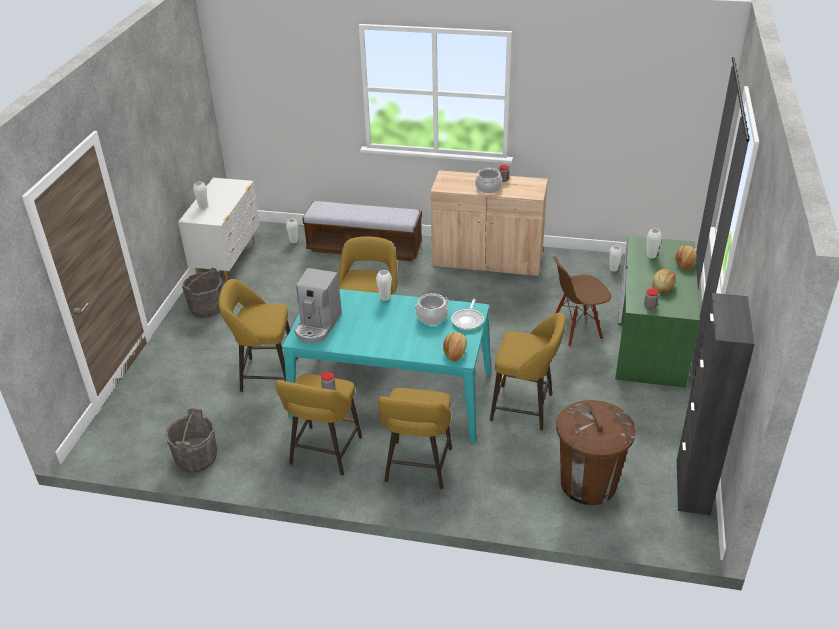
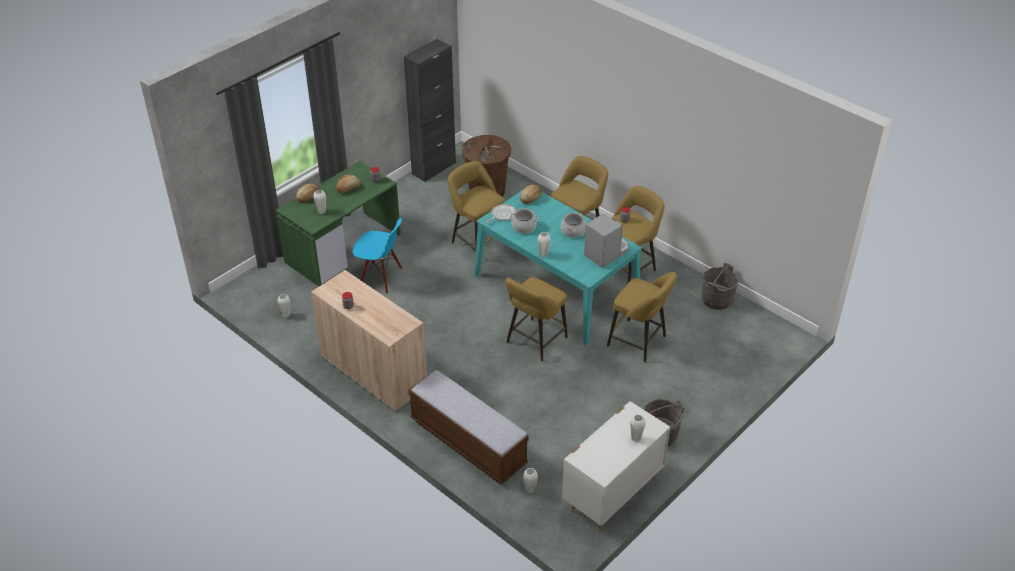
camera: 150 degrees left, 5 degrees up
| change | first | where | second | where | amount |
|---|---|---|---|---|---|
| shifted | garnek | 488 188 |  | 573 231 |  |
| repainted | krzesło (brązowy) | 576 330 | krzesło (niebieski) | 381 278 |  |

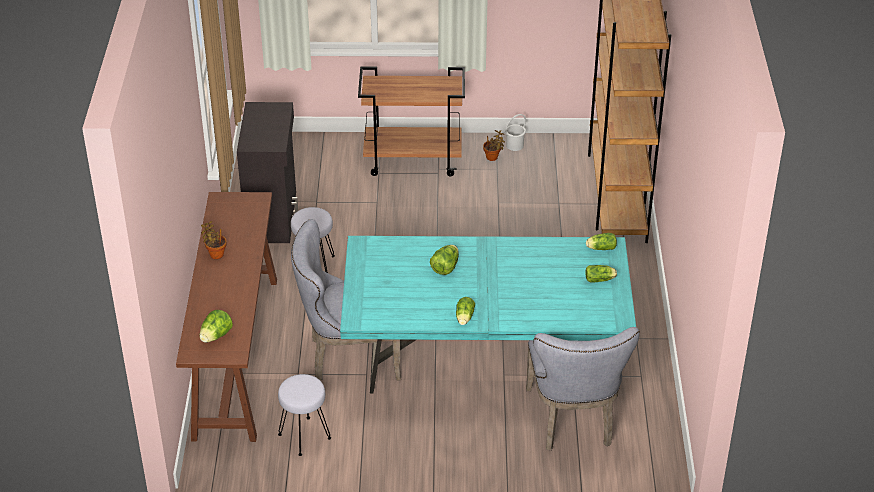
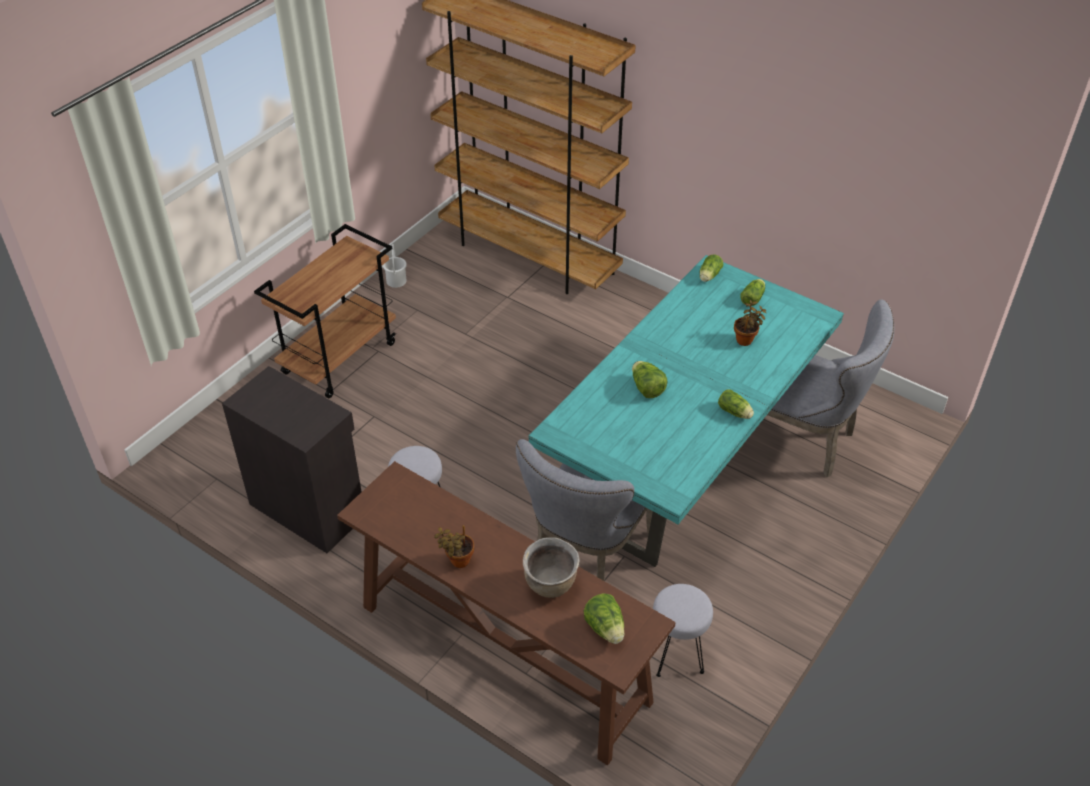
camera: 55 degrees left, 5 degrees up
| change | first | where | second | where | amount |
|---|---|---|---|---|---|
| shifted | roślina doniczkowa | 493 158 |  | 745 340 |  |
| new |  |  | garnek (brązowy) | 551 584 |  |

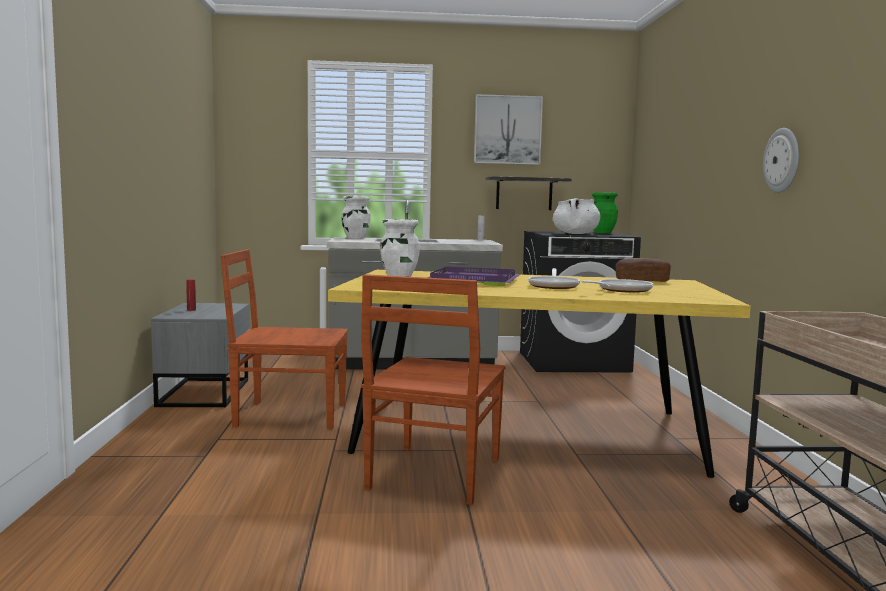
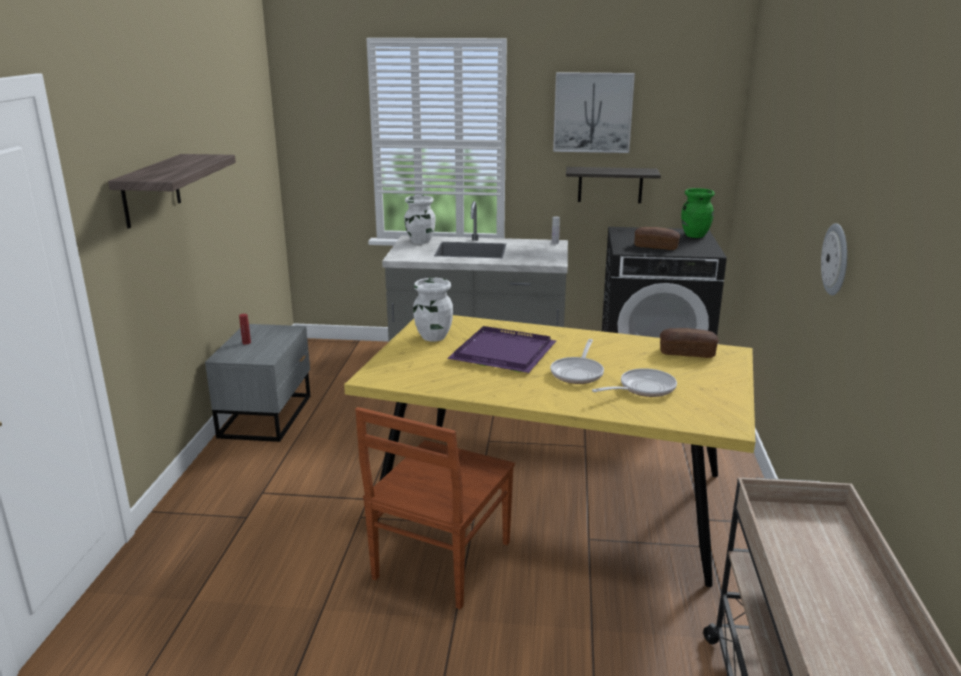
camera: 10 degrees right, 15 degrees up
| change | first | where | second | where | amount |
|---|---|---|---|---|---|
| gone | krzesło (brązowy) | 288 415 |  |  |  |
| swapped | garnek (biały) | 575 234 | chleb | 656 247 |  |
| new |  |  | półka | 151 190 |  |

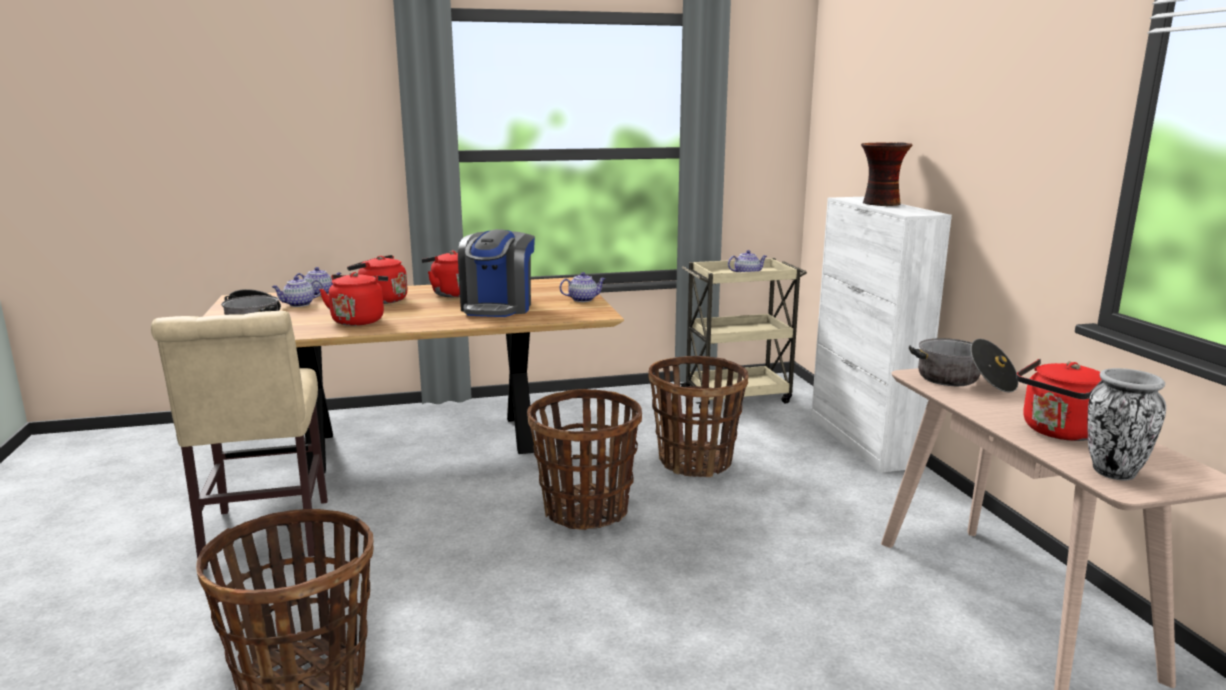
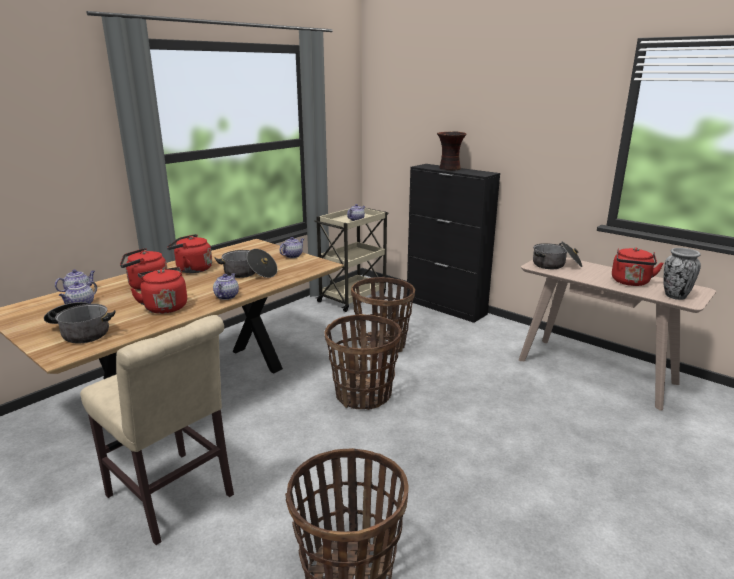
camera: 35 degrees left, 5 degrees up
| change | first | where | second | where | amount |
|---|---|---|---|---|---|
| swapped | ekspres do kawy | 498 308 | garnek | 249 273 |  |
| repainted | szafka (biały) | 862 441 | szafka (czarny) | 446 307 |  |
| new |  |  | imbryk | 226 296 |  |

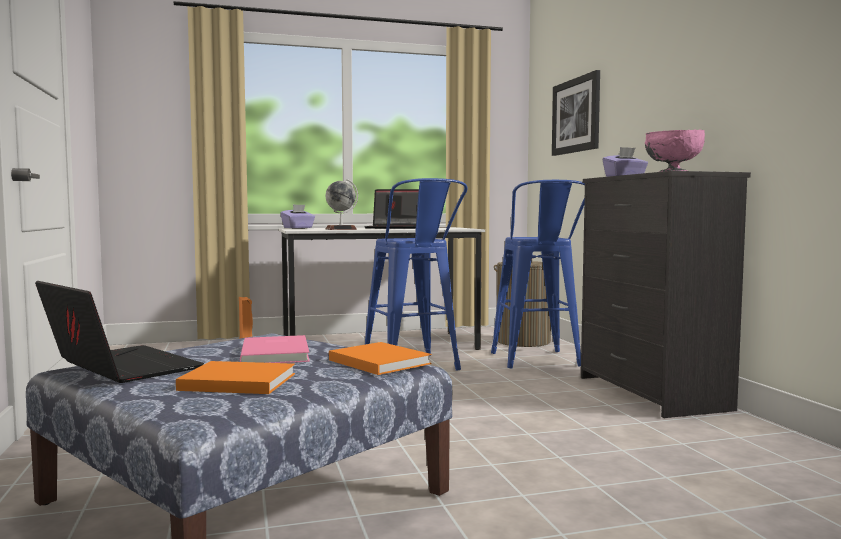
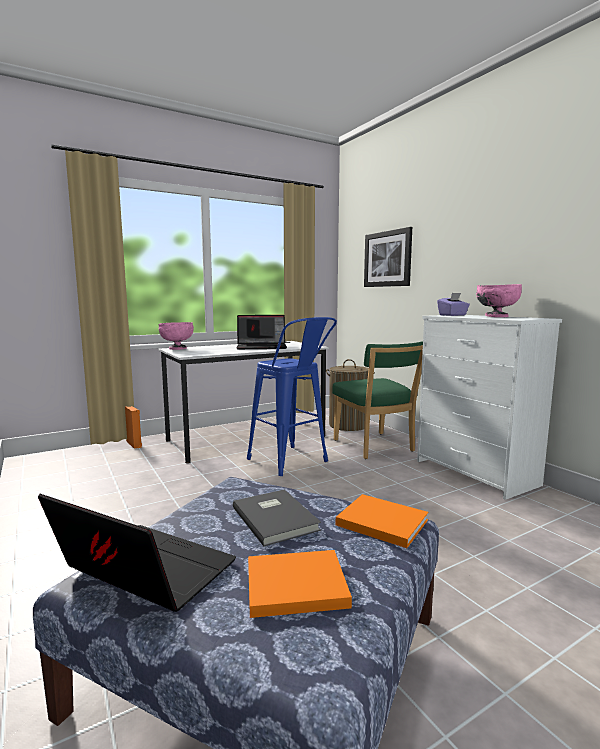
camera: 15 degrees left, 5 degrees up
| change | first | where | second | where | amount |
|---|---|---|---|---|---|
| repainted | książka (różowy) | 277 353 | książka (szary) | 276 517 |  |
| swapped | pudełko chusteczek (fioletowy) | 298 228 | miska (różowy) | 177 348 |  |
| gone | globus | 341 229 |  |  |  |
| swapped | stołek (niebieski) | 537 362 | krzesło (zielony) | 375 447 |  |
| repainted | komoda (czarny) | 651 393 | komoda (biały) | 476 473 |  |

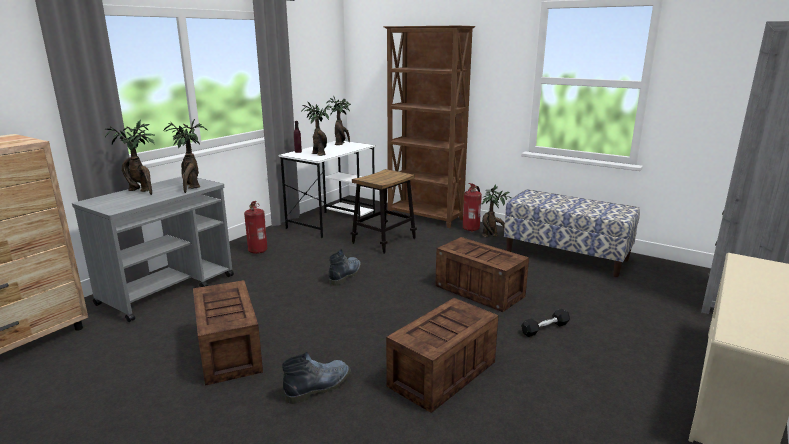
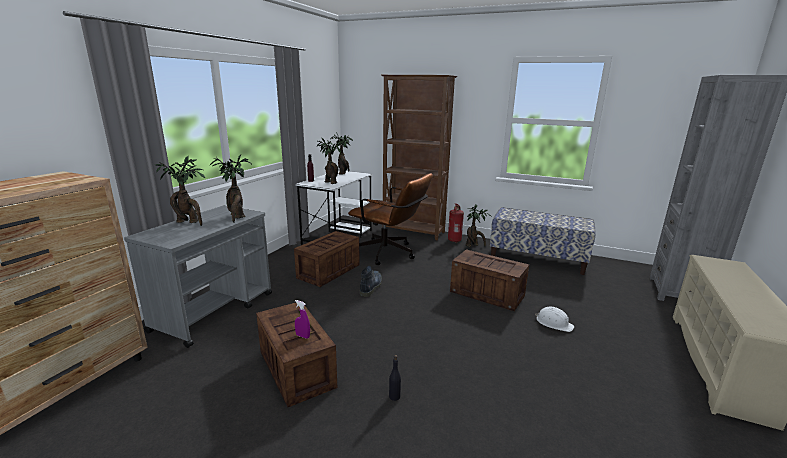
camera: 10 degrees left, 0 degrees up
| change | first | where | second | where | amount |
|---|---|---|---|---|---|
| gone | gaśnica | 258 251 |  |  |  |
| swapped | but z cholewką | 319 386 | butelka (czarny) | 394 396 |  |
| swapped | stołek | 384 241 | krzesło biurowe (brązowy) | 389 254 |  |
| shifted | skrzynka | 441 374 |  | 328 271 |  |
| swapped | hantel (czarny) | 545 328 | kask (biały) | 554 323 |  |
| new |  |  | spryskiwacz (fioletowy) | 303 336 |  |

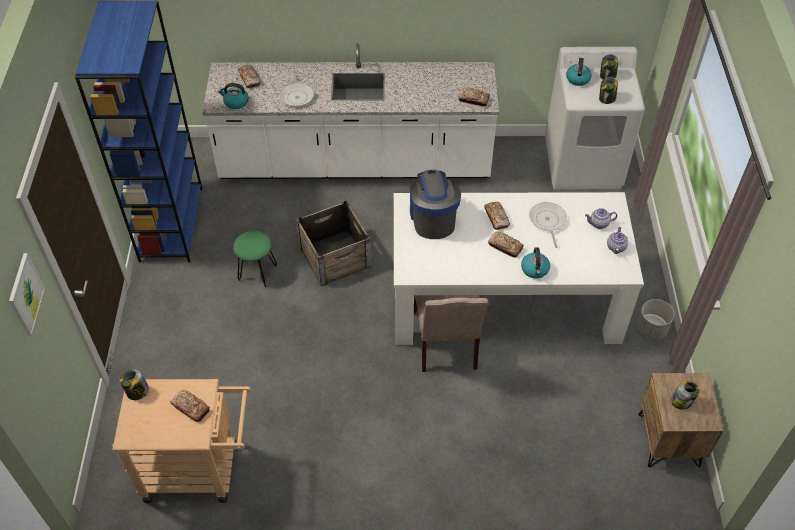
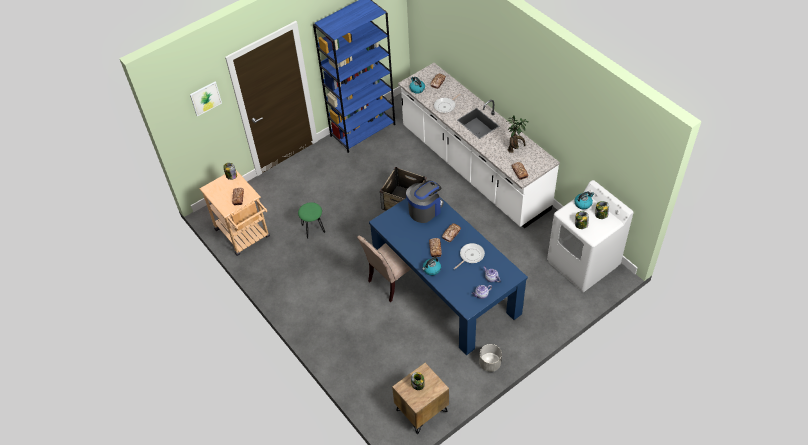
camera: 55 degrees right, 0 degrees up
| change | first | where | second | where | amount |
|---|---|---|---|---|---|
| shifted | stołek (zielony) | 257 273 |  | 313 229 |  |
| repainted | stół jadalny (biały) | 504 299 | stół jadalny (niebieski) | 446 286 |  |
| new |  |  | roślina doniczkowa | 514 148 |  |

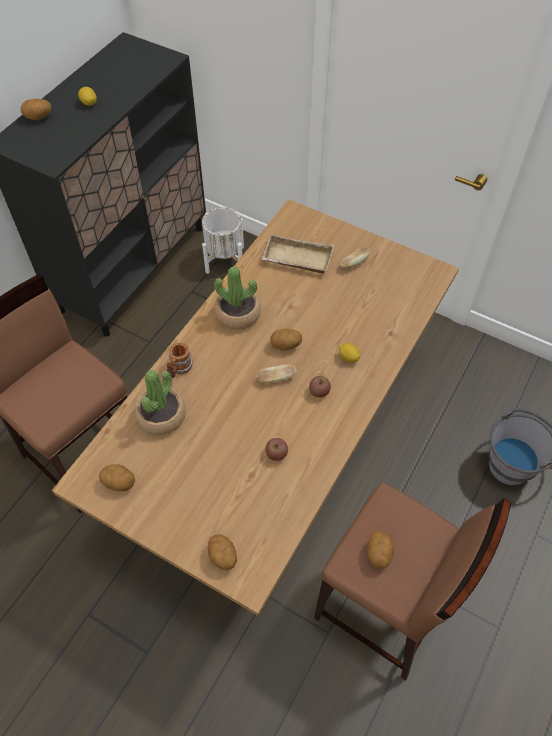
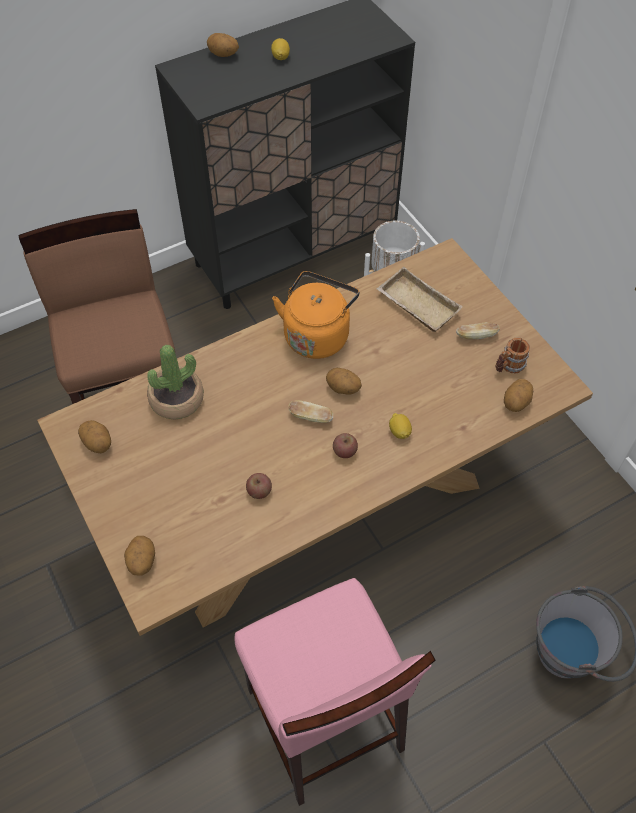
camera: 30 degrees right, 0 degrees up
| change | first | where | second | where | amount |
|---|---|---|---|---|---|
| shifted | kubek | 179 369 |  | 508 366 |  |
| swapped | roślina doniczkowa | 238 313 | czajnik (pomarańczowy) | 317 334 |  |
| repainted | stołek (brązowy) | 384 608 | stołek (różowy) | 324 721 |  |
| shifted | ziemniak | 379 554 |  | 516 403 |  |

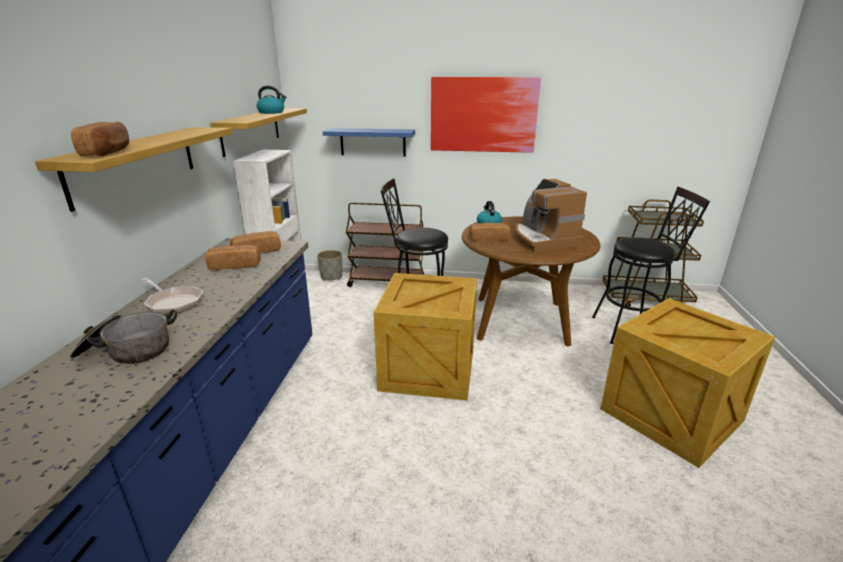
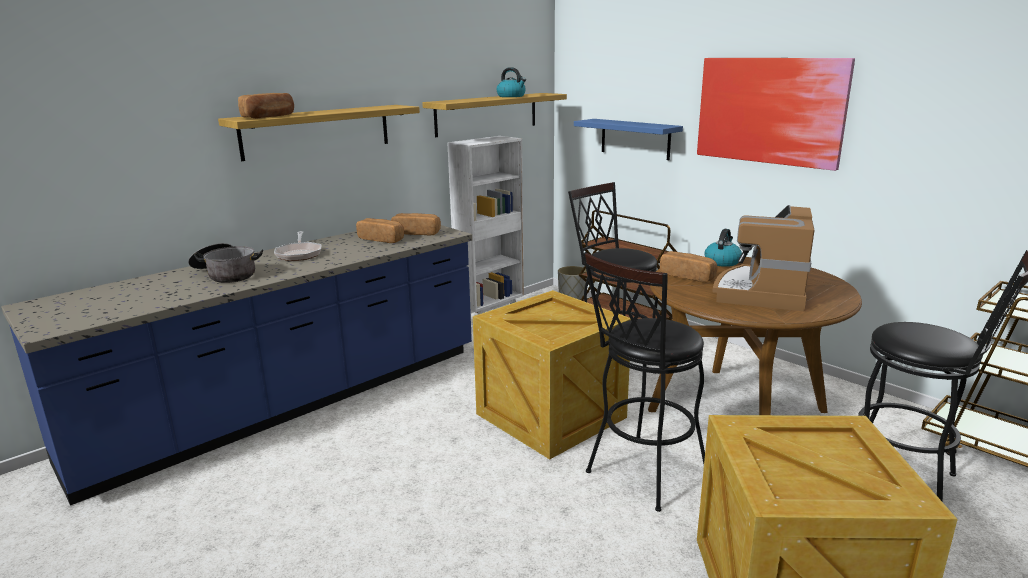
camera: 40 degrees right, 5 degrees down
| change | first | where | second | where | amount |
|---|---|---|---|---|---|
| new |  |  | stołek (czarny) | 640 475 |  |

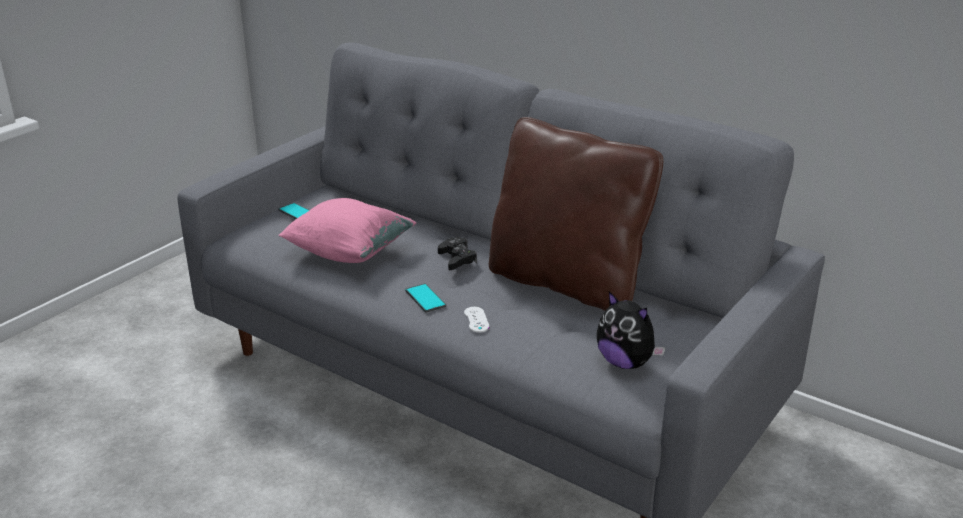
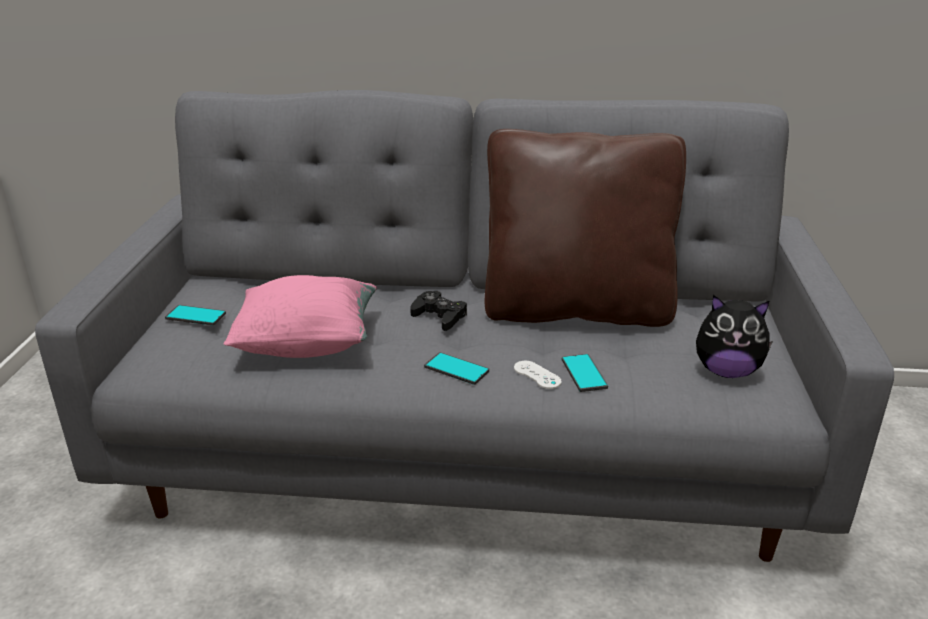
camera: 30 degrees left, 0 degrees up
| change | first | where | second | where | amount |
|---|---|---|---|---|---|
| new |  |  | telefon | 584 373 |  |

